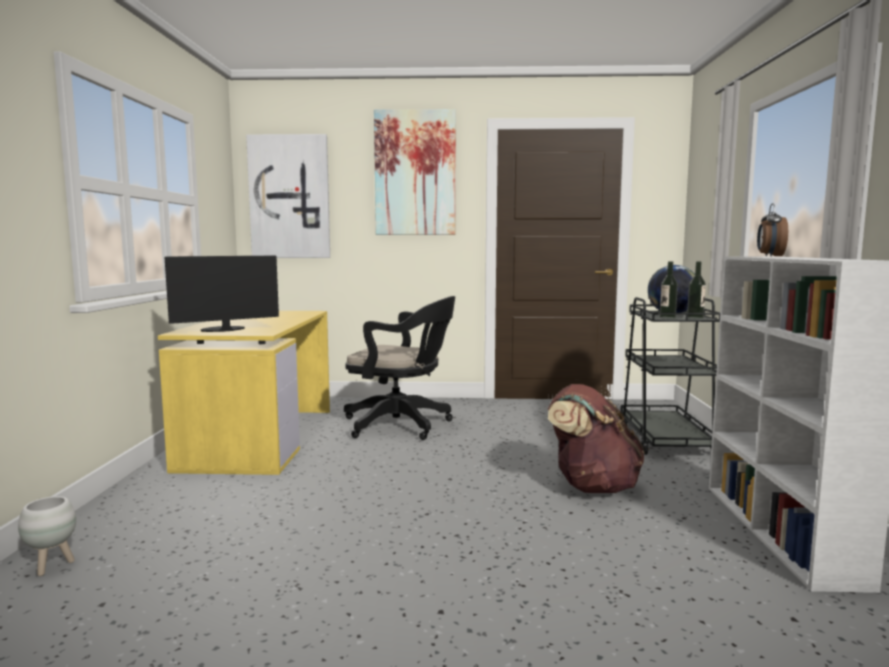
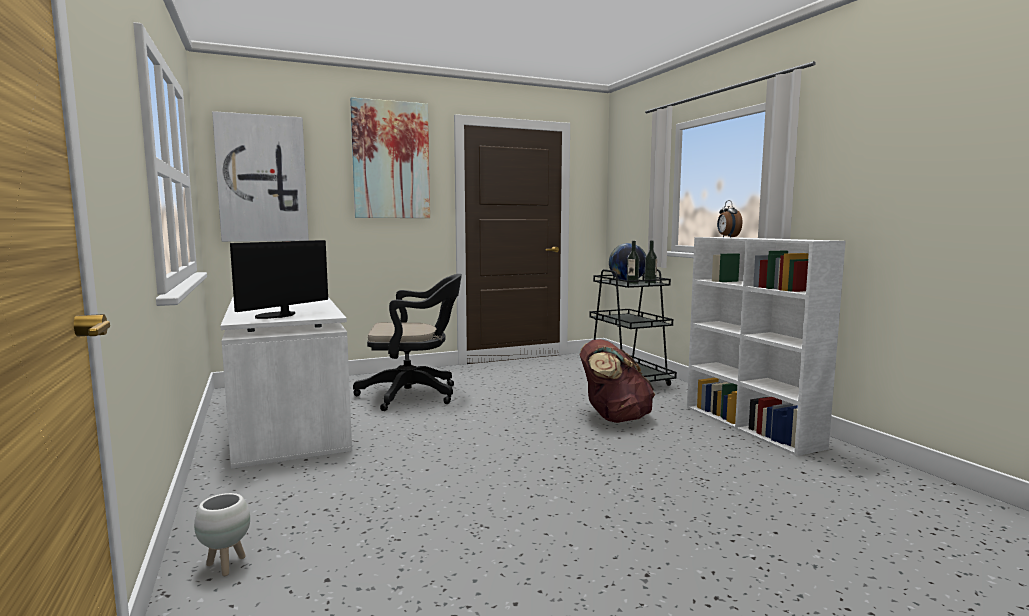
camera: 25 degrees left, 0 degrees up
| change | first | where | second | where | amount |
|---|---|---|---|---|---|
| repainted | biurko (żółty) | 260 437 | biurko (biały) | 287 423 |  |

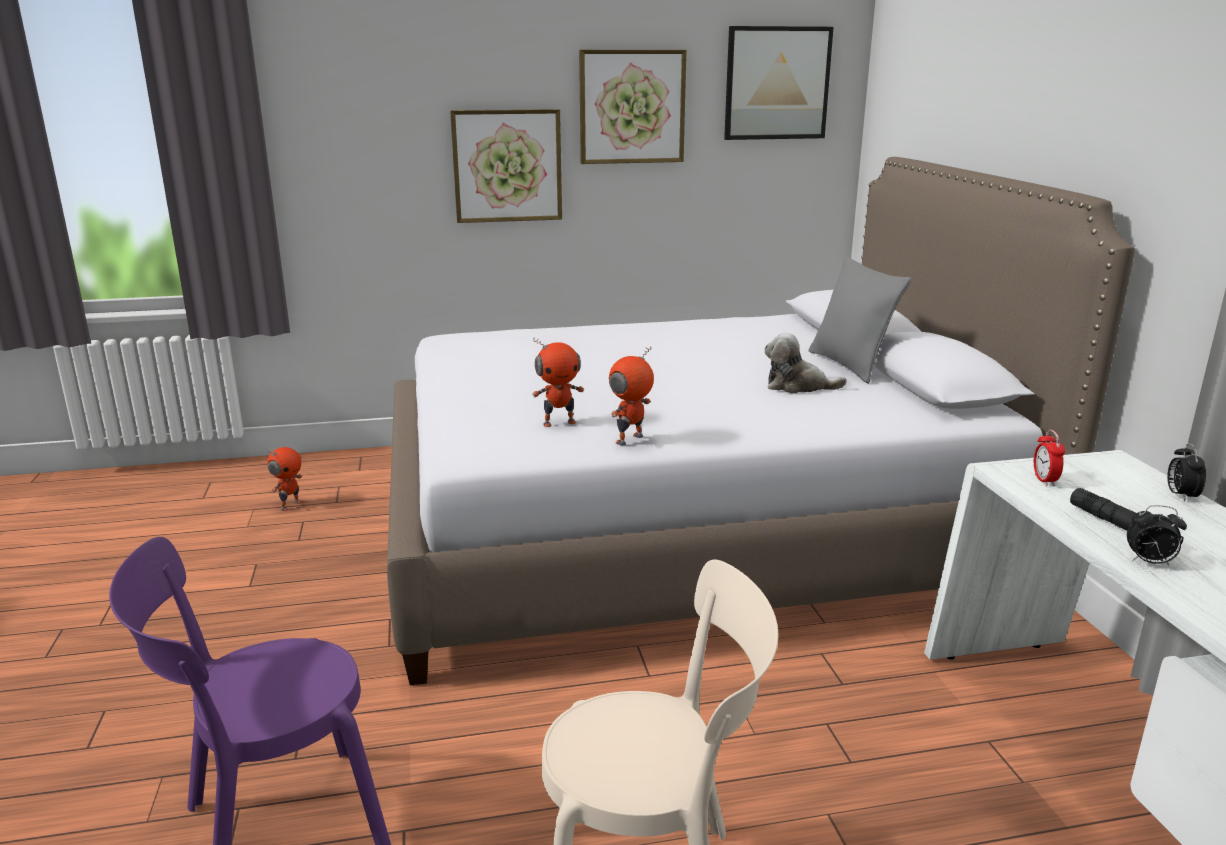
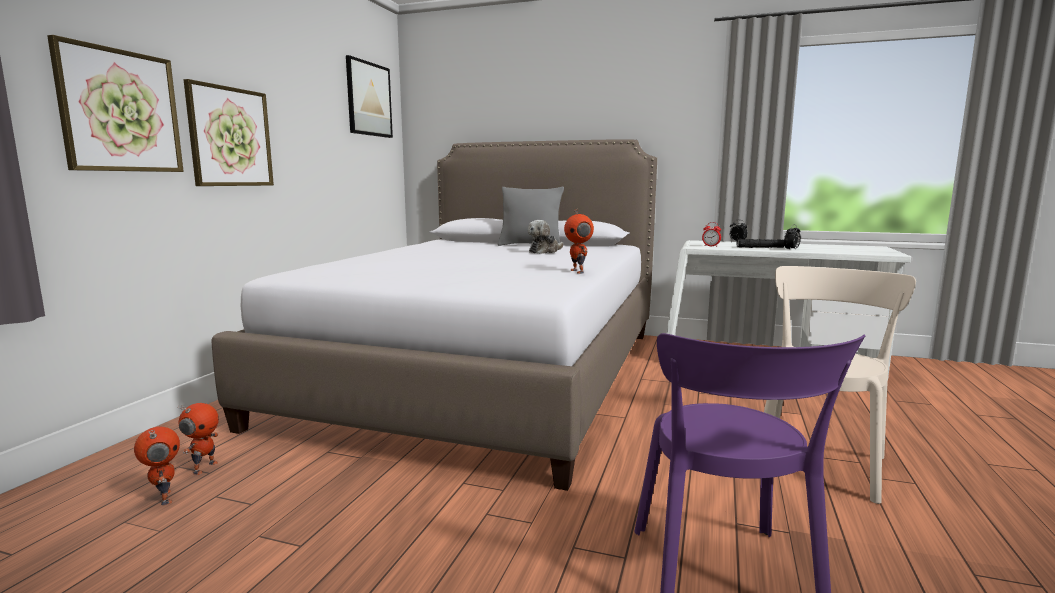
camera: 60 degrees left, 10 degrees down
| change | first | where | second | where | amount |
|---|---|---|---|---|---|
| shifted | robot zabawkowy | 559 423 |  | 204 467 |  |
| shifted | obraz | 632 107 |  | 120 111 |  |

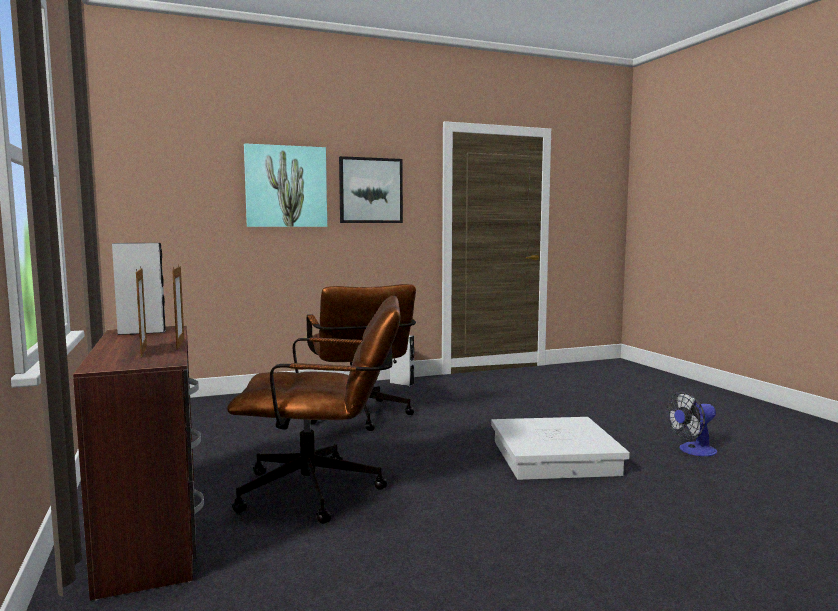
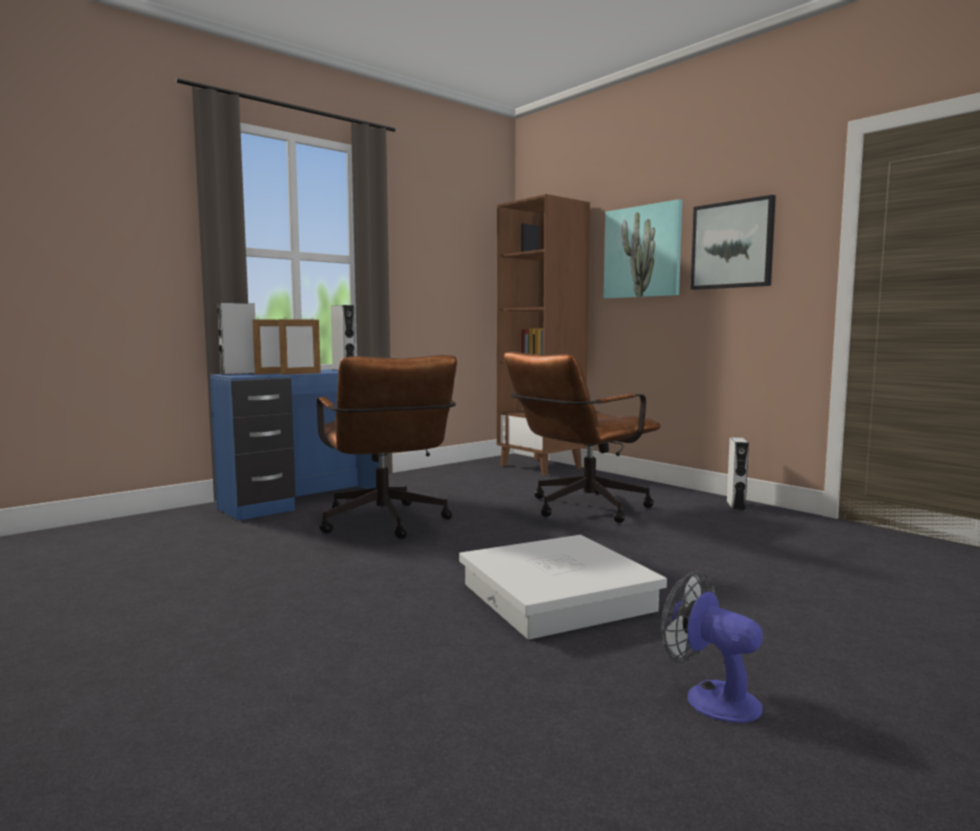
camera: 70 degrees right, 0 degrees up
| change | first | where | second | where | amount |
|---|---|---|---|---|---|
| repainted | biurko (brązowy) | 154 529 | biurko (niebieski) | 305 501 |  |
| new |  |  | głośnik (szary) | 239 373 |  |
| new |  |  | regał (brązowy) | 541 466 |  |

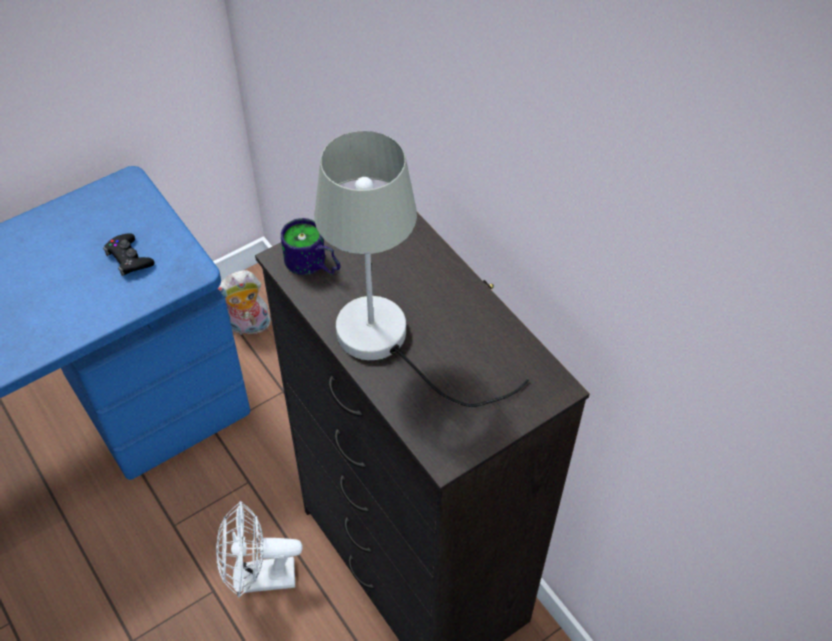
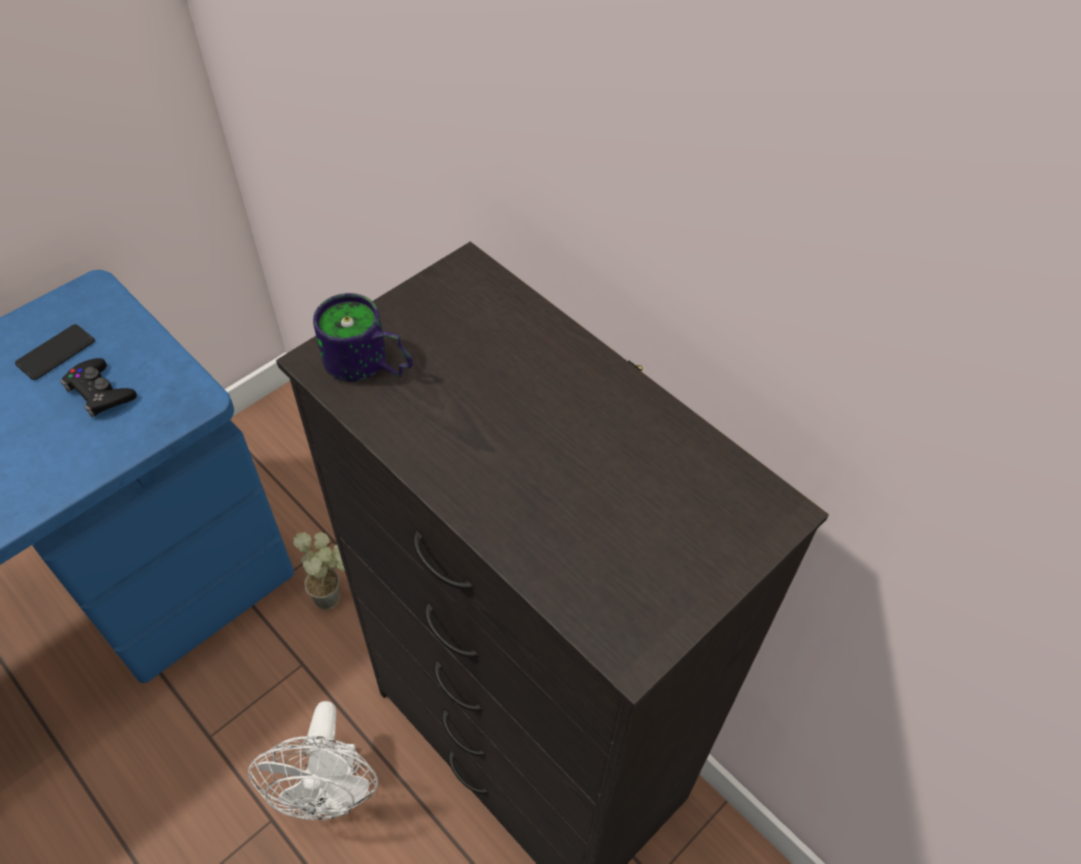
camera: 10 degrees left, 0 degrees up
| change | first | where | second | where | amount |
|---|---|---|---|---|---|
| rotated | wentylator (biały) | 259 578 |  | 332 793 | 75 degrees counterclockwise |
| gone | pluszak | 248 326 |  |  |  |
| gone | lampa stołowa (szary) | 390 343 |  |  |  |
| new |  |  | telefon | 56 353 |  |
| new |  |  | roślina doniczkowa | 334 595 |  |

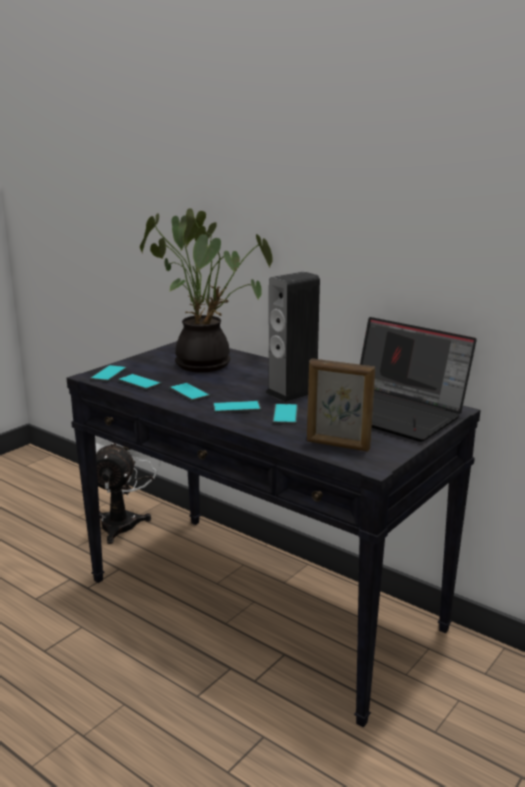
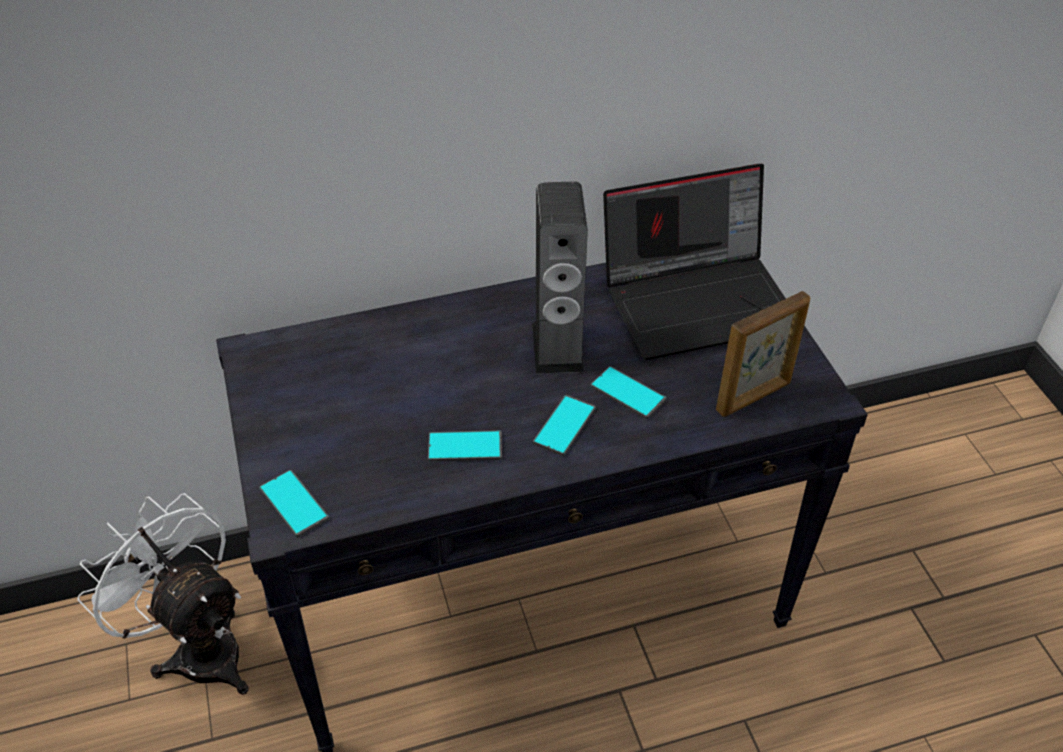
camera: 55 degrees left, 25 degrees up
| change | first | where | second | where | amount |
|---|---|---|---|---|---|
| gone | telefon | 139 383 |  |  |  |
| gone | roślina doniczkowa | 207 363 |  |  |  |

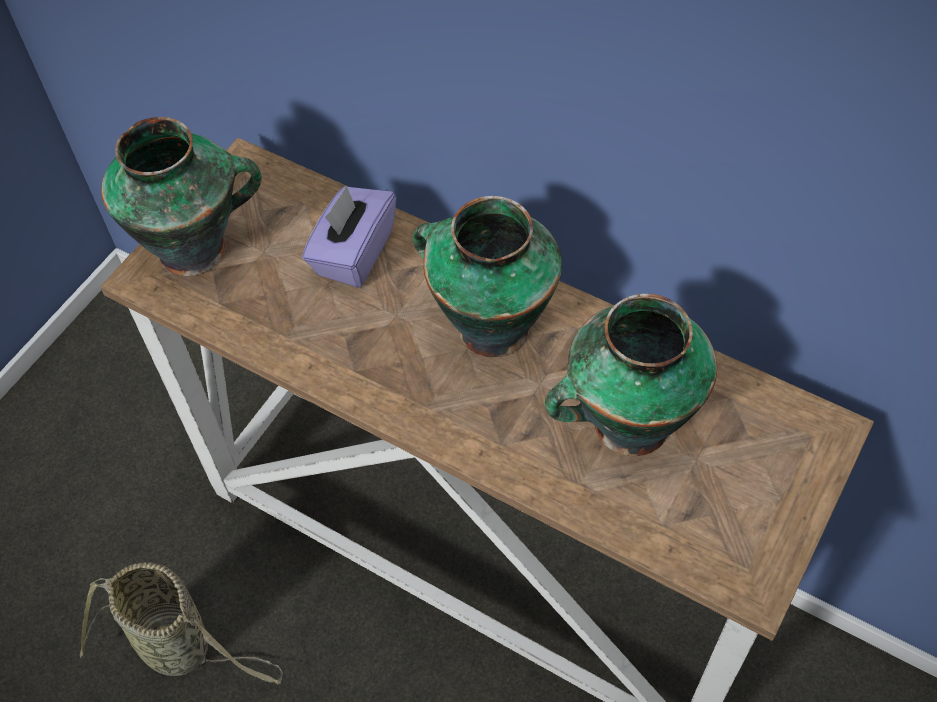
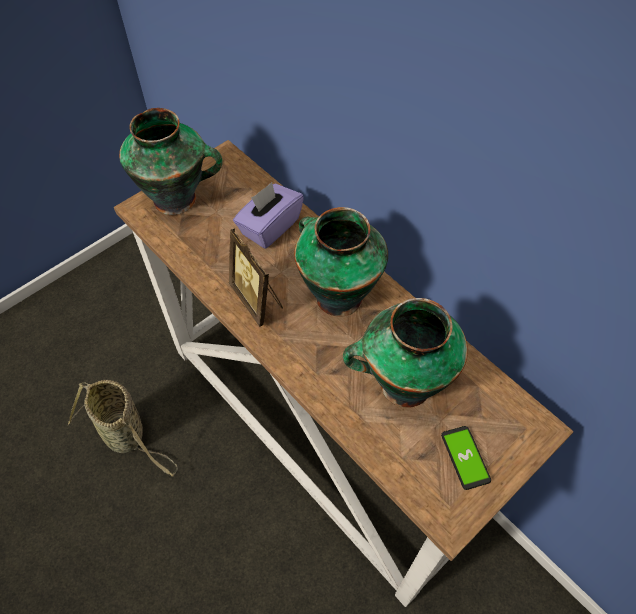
camera: 15 degrees right, 0 degrees up
| change | first | where | second | where | amount |
|---|---|---|---|---|---|
| new |  |  | ramka na zdjęcie | 257 300 |  |
| new |  |  | telefon | 465 457 |  |

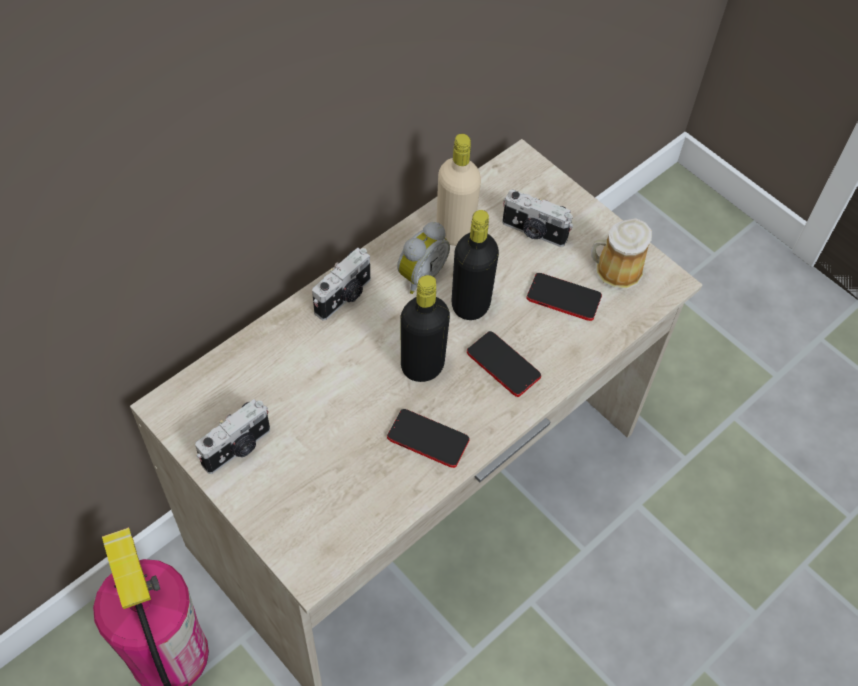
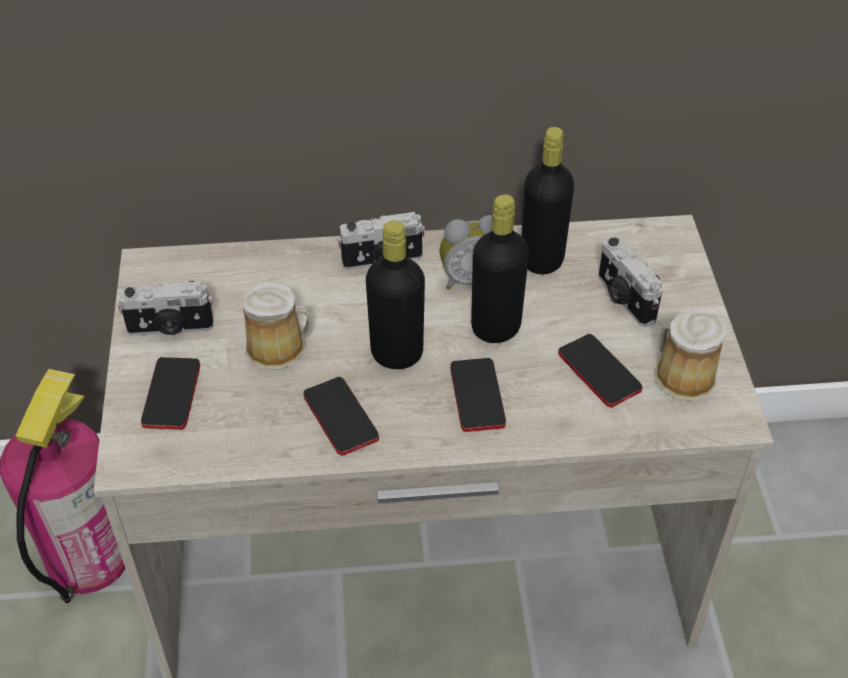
camera: 40 degrees right, 10 degrees down
| change | first | where | second | where | amount |
|---|---|---|---|---|---|
| repainted | butelka (beżowy) | 455 232 | butelka (czarny) | 541 260 |  |
| new |  |  | telefon | 171 394 |  |
| new |  |  | kubek | 280 348 |  |

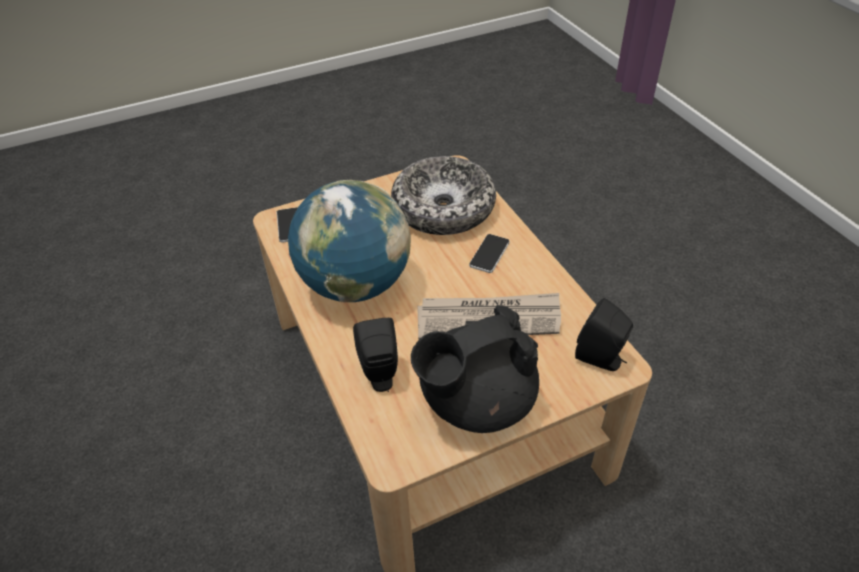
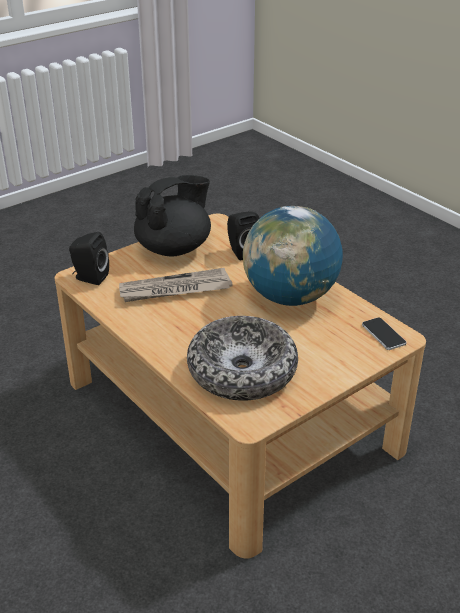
camera: 165 degrees right, 10 degrees down
| change | first | where | second | where | amount |
|---|---|---|---|---|---|
| gone | telefon | 489 254 |  |  |  |

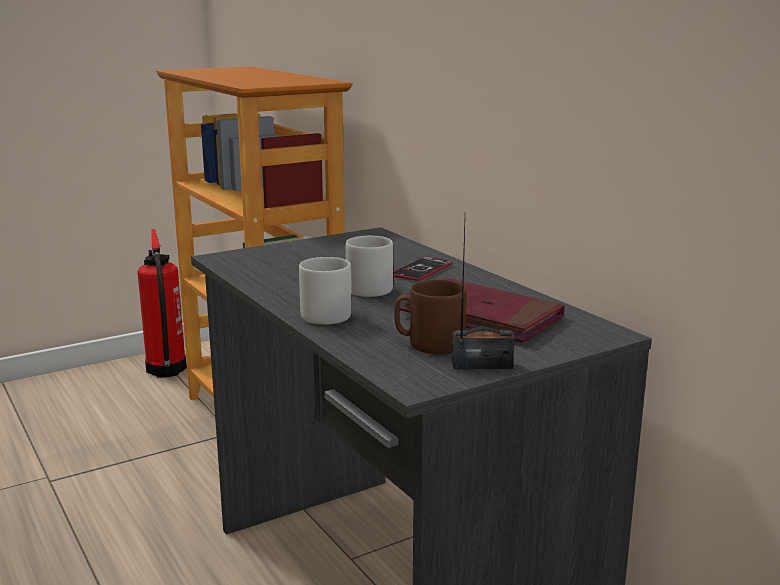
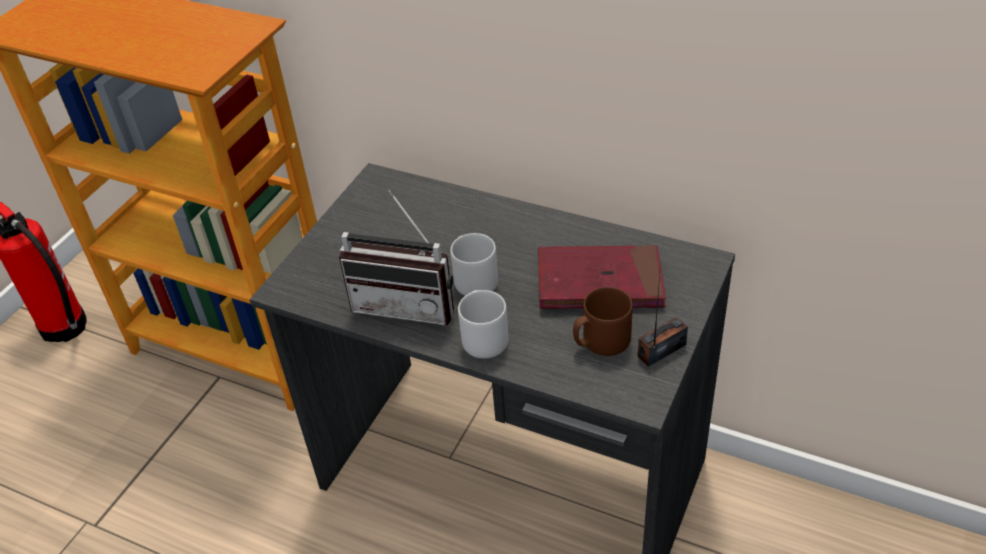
camera: 30 degrees left, 25 degrees up
| change | first | where | second | where | amount |
|---|---|---|---|---|---|
| gone | telefon | 422 270 |  |  |  |
| new |  |  | radio | 408 303 |  |

